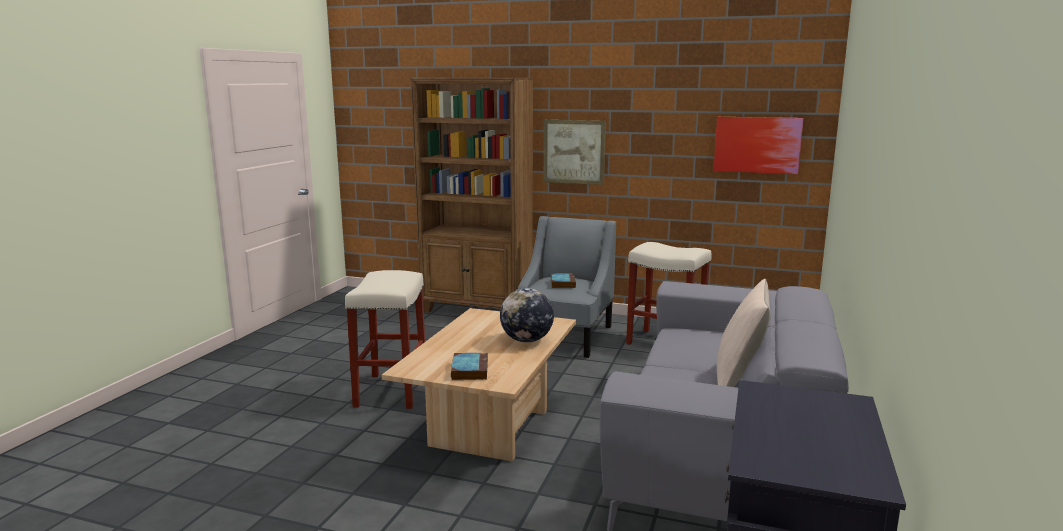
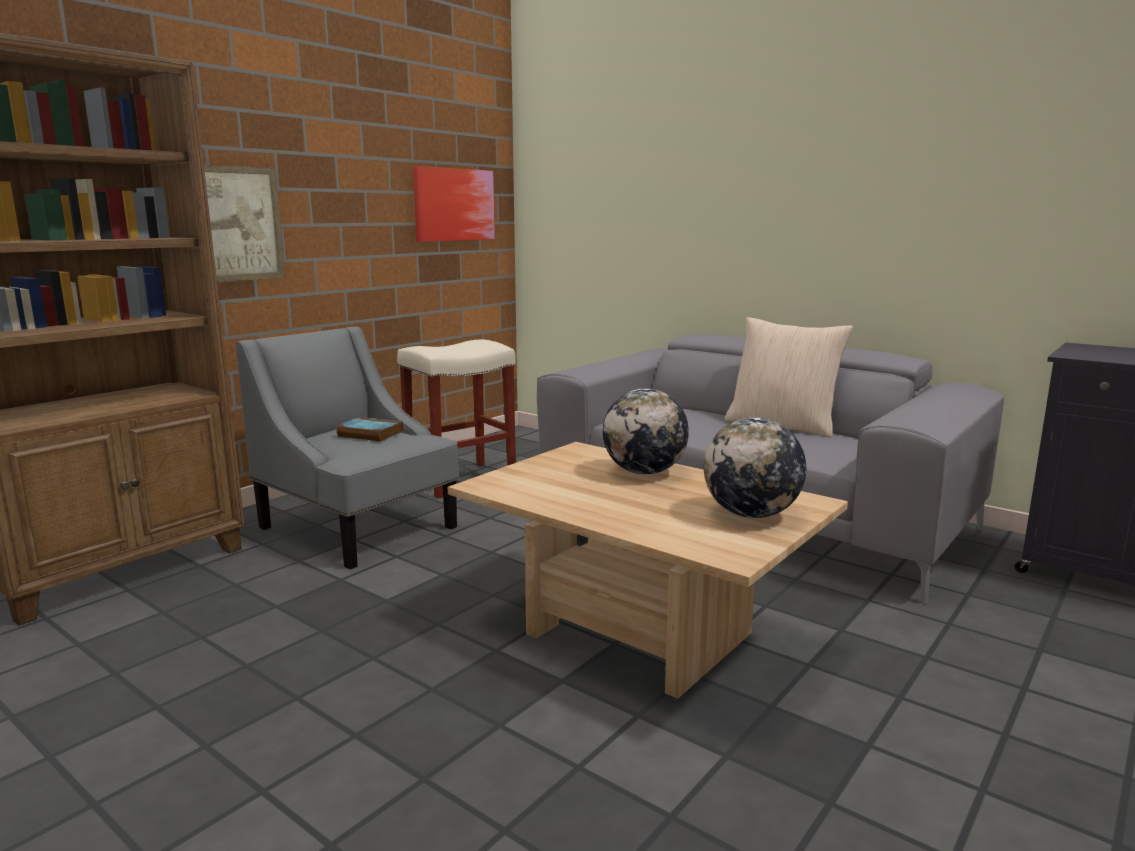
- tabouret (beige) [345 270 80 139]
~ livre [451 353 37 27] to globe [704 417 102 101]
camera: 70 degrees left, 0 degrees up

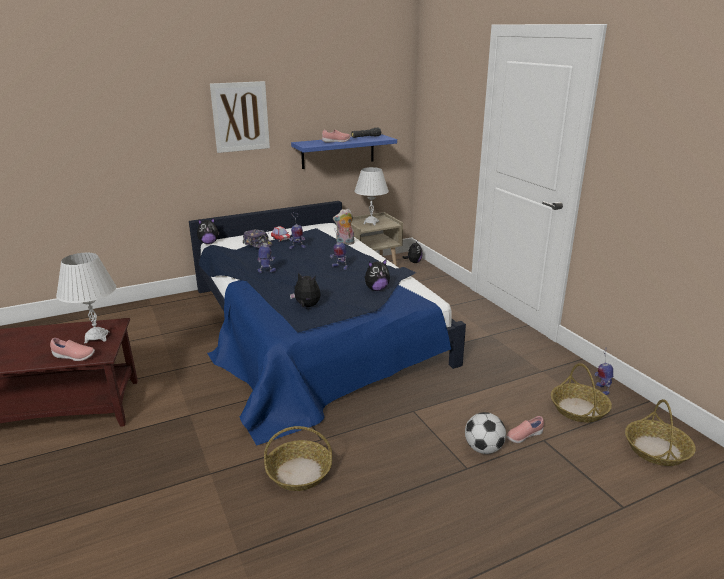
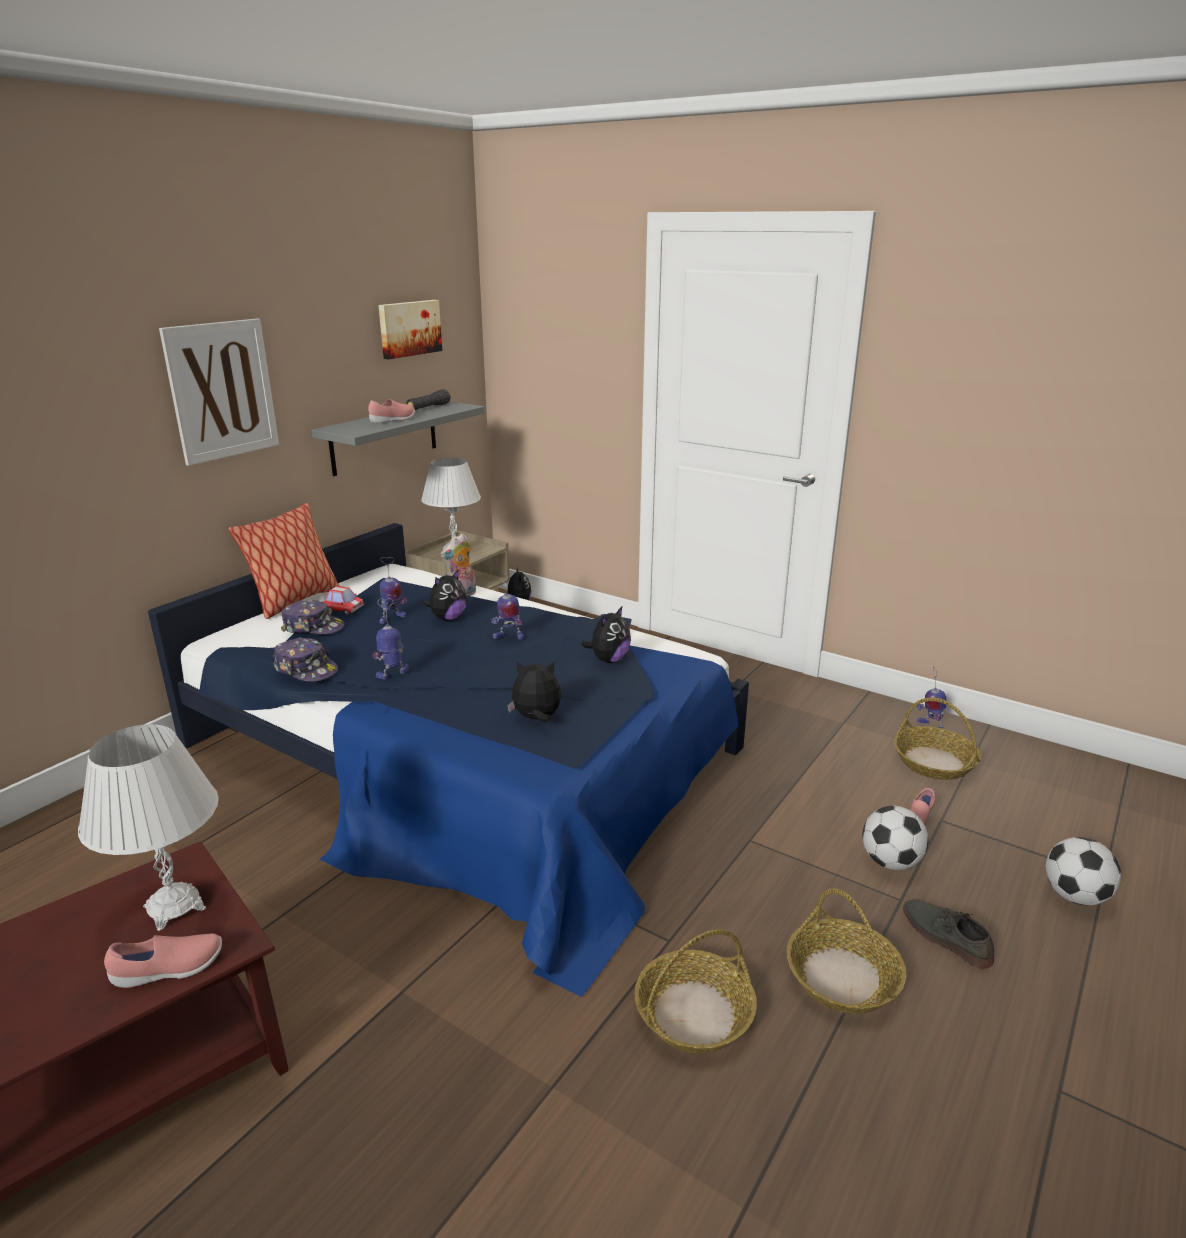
~ étagère (bleu) [291 134 106 35] to étagère (gris) [312 401 173 75]
~ peluche [197 218 23 26] to [424 569 43 52]
~ panier [625 399 71 67] to [787 888 120 126]
+ tableau [378 300 64 59]
+ coussin [228 503 111 116]
+ casquette [273 637 65 45]
+ ballon de foot [1046 837 75 69]
+ chaussure (gris) [903 899 91 70]
camera: 30 degrees left, 0 degrees up

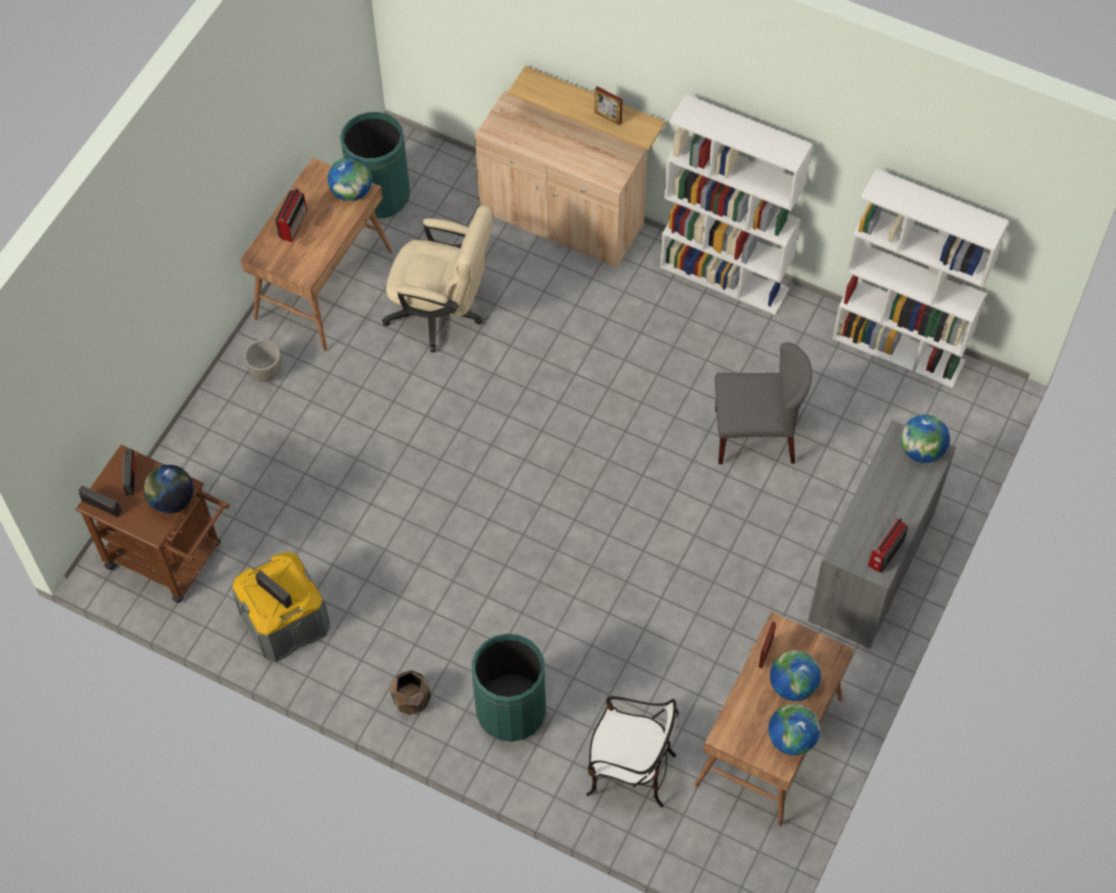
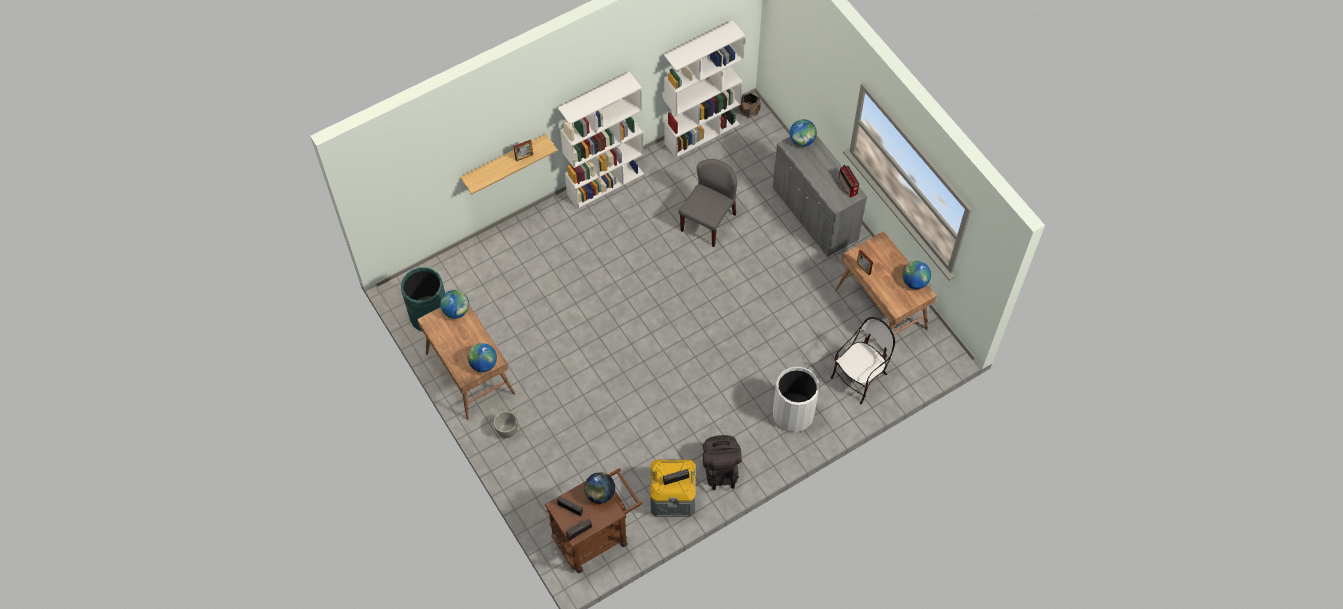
- meuble de rangement (beige) [475 90 172 178]
- radio [275 188 32 54]
- chaise de bureau (beige) [382 205 111 147]
~ poubelle (vert) [472 633 74 109] to poubelle (blanc) [773 366 46 66]
~ globe [770 650 51 51] to [468 343 29 29]
~ cache-pot (marron) [390 670 41 45] to [739 93 22 25]
+ sac à dos (noir) [703 435 39 55]
camera: 60 degrees left, 0 degrees up

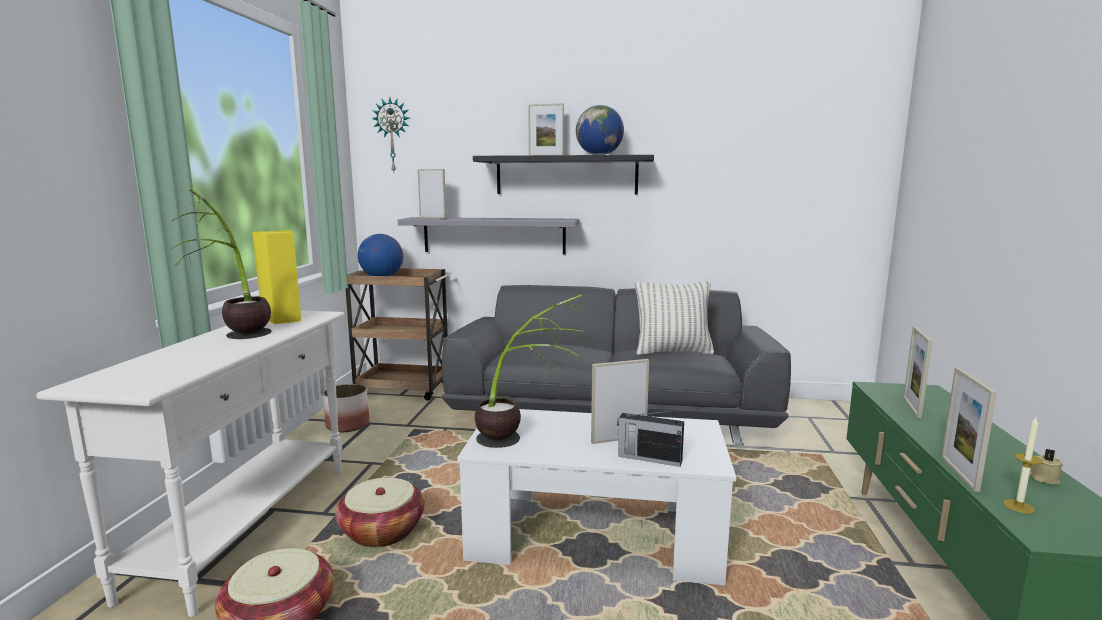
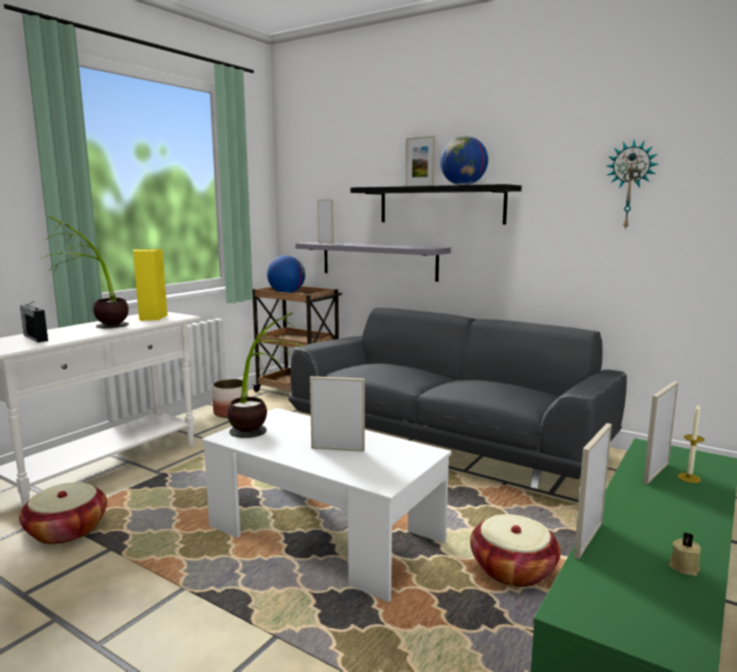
~ horloge murale [372 97 38 75] to [607 139 51 92]
- coussin [635 281 79 74]
~ radio [617 411 67 56] to [20 301 28 42]
~ bougie [1003 417 39 97] to [677 404 28 79]
~ panier [335 478 90 70] to [470 514 91 73]
camera: 25 degrees right, 0 degrees up

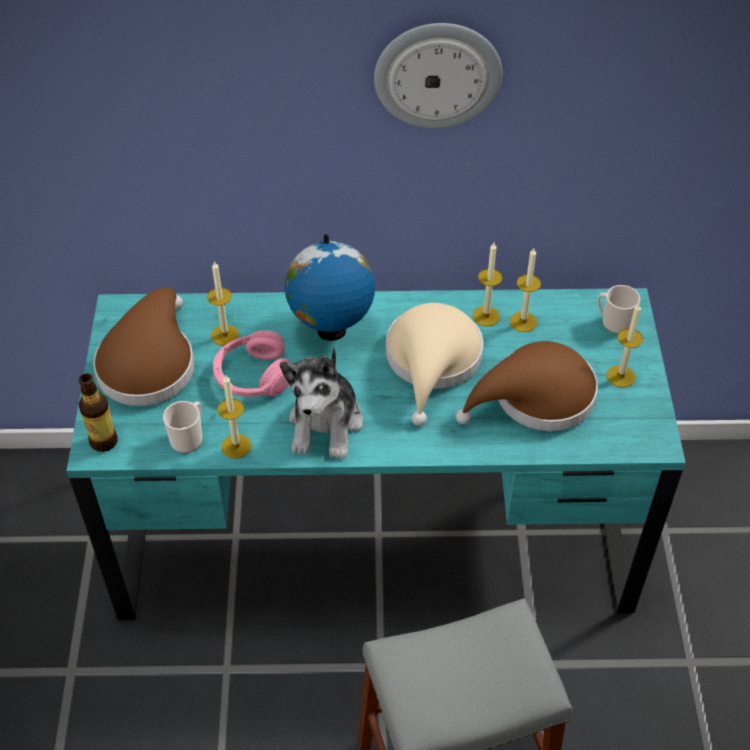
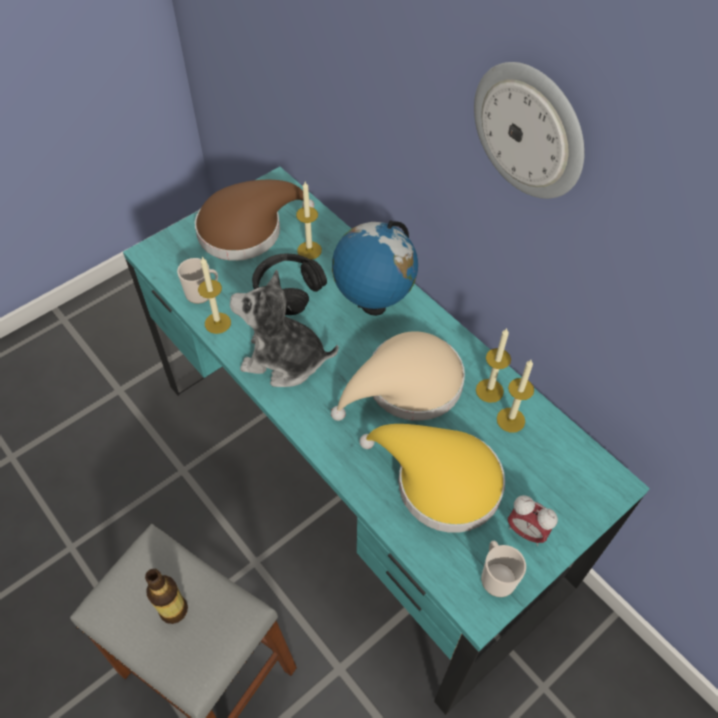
~ mug [598 285 42 49] to [481 541 45 56]
~ bougie [606 304 37 84] to réveil [508 495 50 51]
~ casque audio (rose) [213 330 76 67] to casque audio (noir) [252 254 75 61]
~ chapeau (marron) [456 341 142 90] to chapeau (jaune) [359 424 146 109]
~ peluche [280 348 83 112] = [230 270 109 117] 45 degrees clockwise
~ bouteille [79 373 39 79] to [145 569 43 55]
camera: 50 degrees right, 5 degrees up

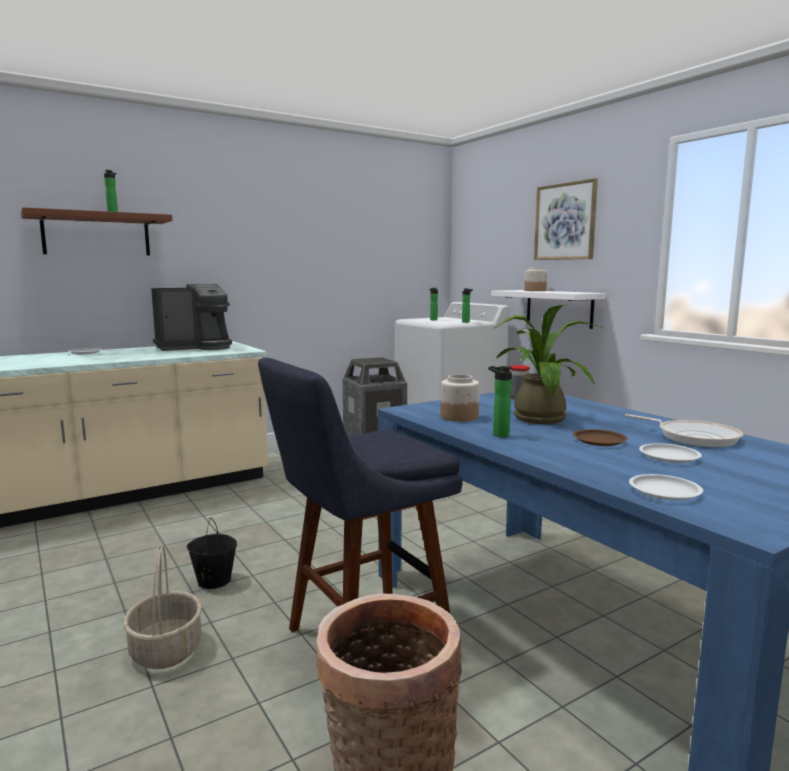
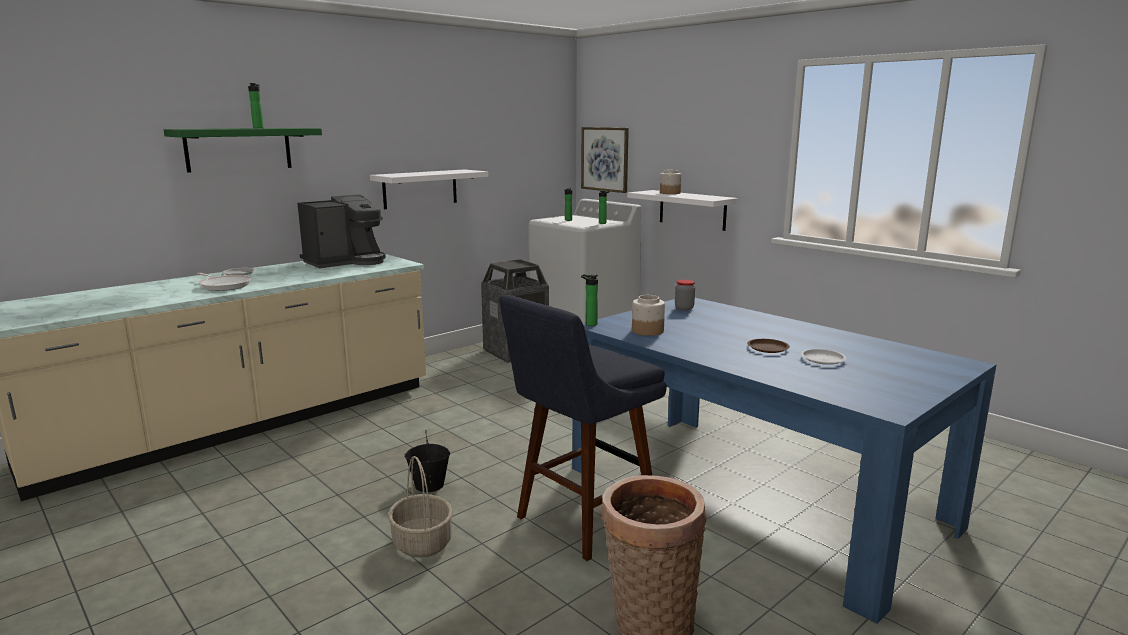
~ tableau [534 178 64 82] to [581 127 48 66]
~ étagère (marron) [21 207 151 49] to étagère (vert) [164 128 158 45]
- plante en pot [493 304 109 120]
~ bouteille [488 366 24 72] to [581 274 17 52]
~ poêle [625 414 118 33] to [197 273 55 18]
- assiette (blanc) [629 474 74 26]
+ étagère (blanc) [370 169 118 40]
camera: 10 degrees left, 5 degrees up

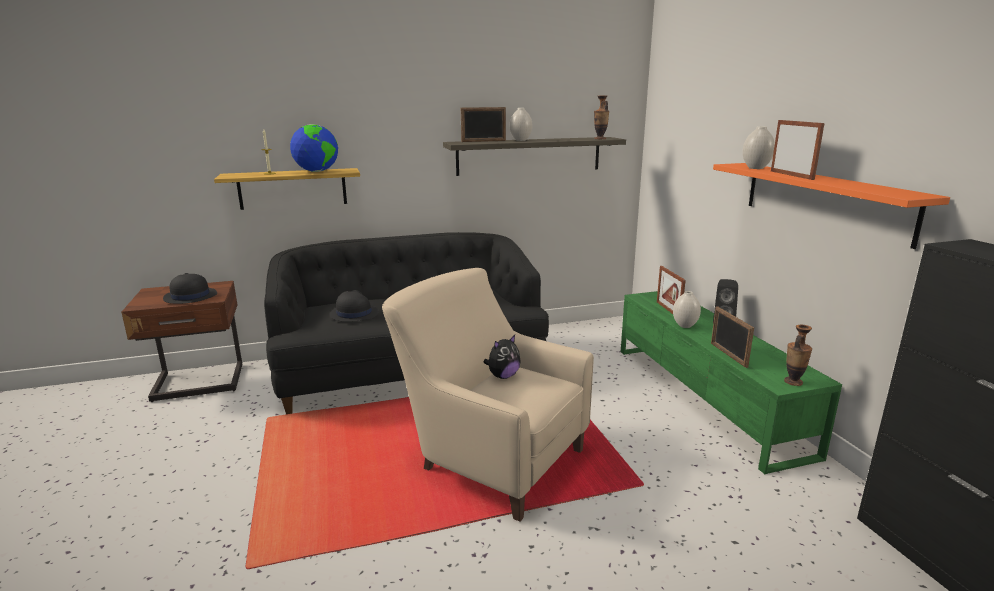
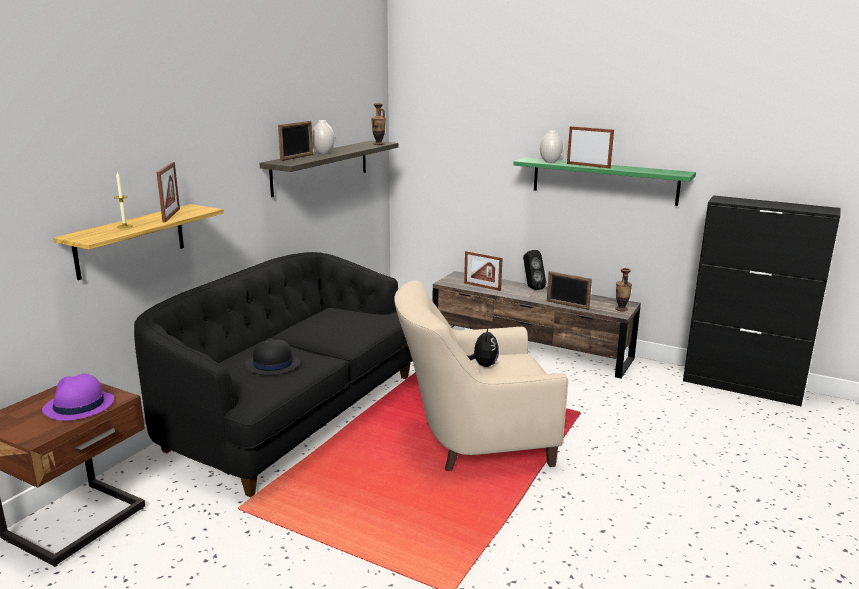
~ globe [290 124 48 48] to cadre photo [157 162 23 61]
~ étagère (orange) [713 163 237 86] to étagère (vert) [513 158 183 48]
~ chapeau (noir) [163 273 54 31] to chapeau (violet) [42 374 72 47]
~ meuble télé (vert) [621 291 221 183] to meuble télé (marron) [433 271 208 108]
- vase (blanc) [673 291 28 37]
camera: 45 degrees left, 0 degrees up

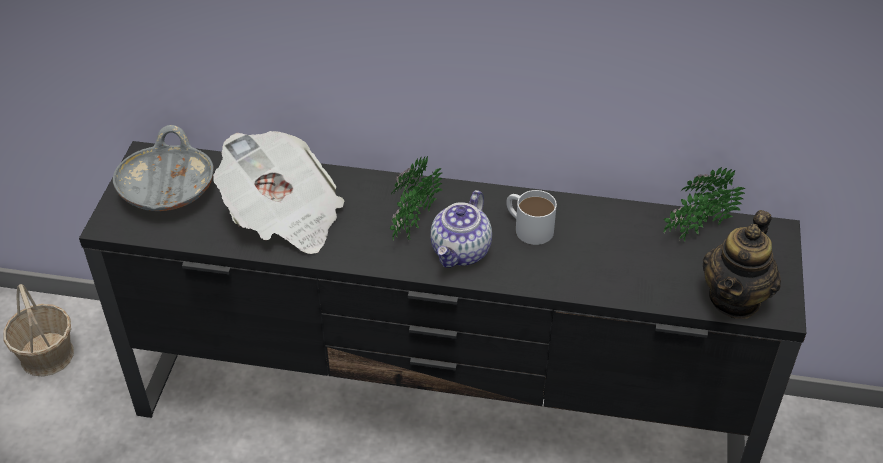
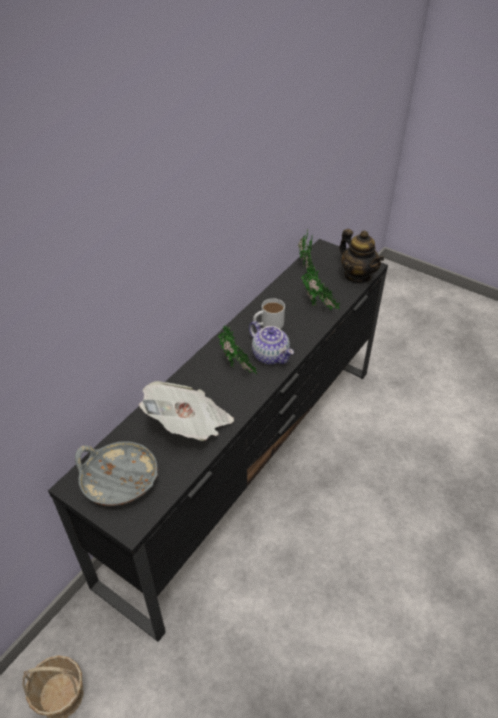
+ plante en pot [301 267 39 43]
camera: 65 degrees left, 0 degrees up

